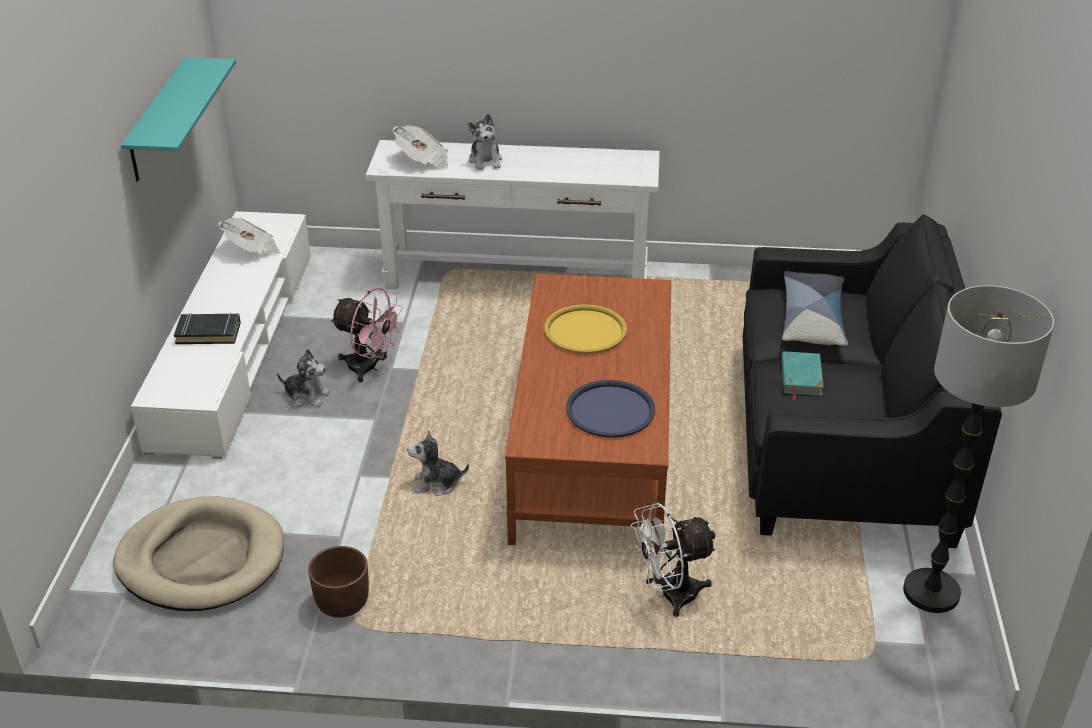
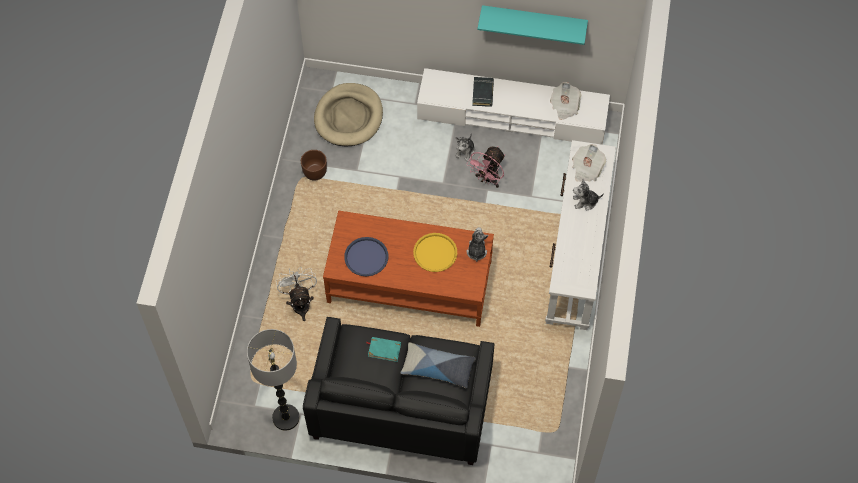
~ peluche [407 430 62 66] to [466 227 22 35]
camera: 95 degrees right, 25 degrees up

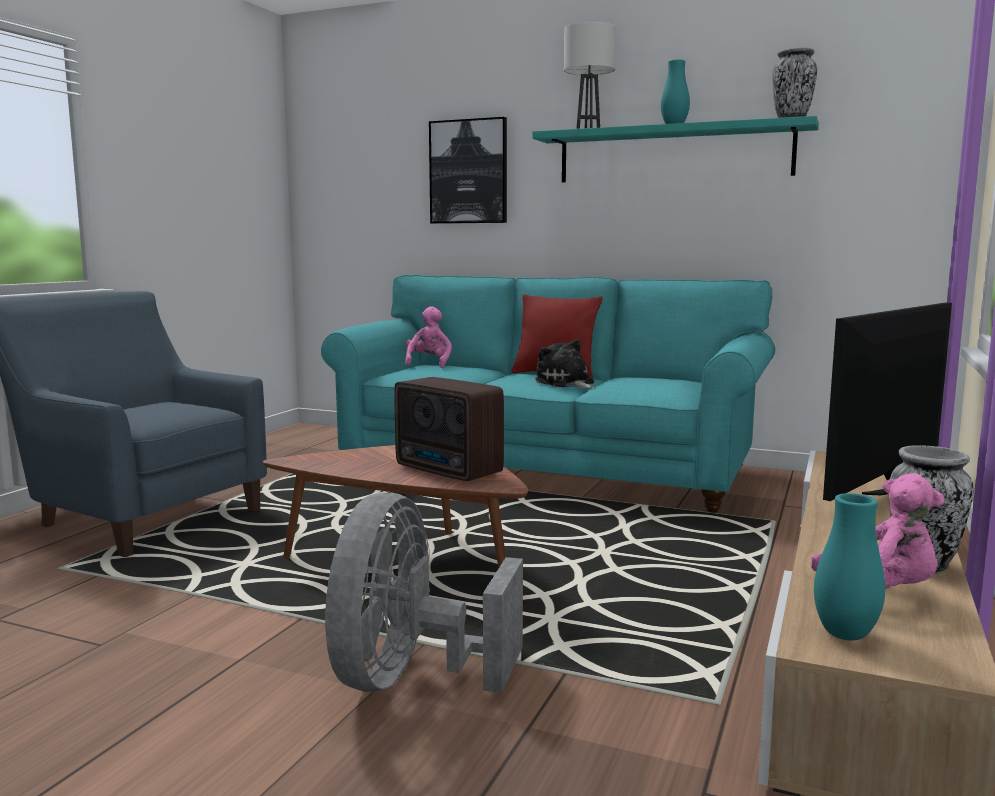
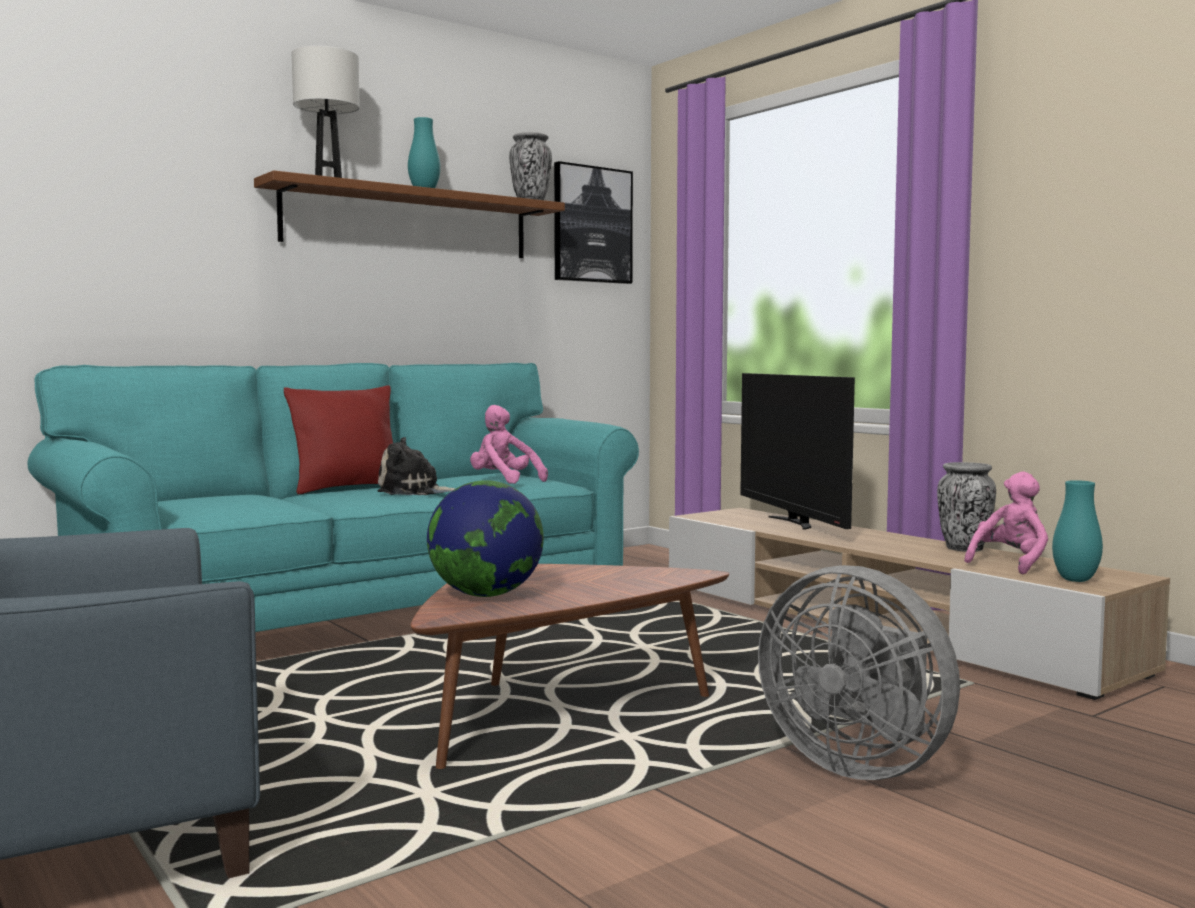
~ étagère (turquoise) [532 116 287 66] to étagère (marron) [254 170 311 88]
~ tableau [429 117 78 107] to [554 161 79 123]
~ peluche (rose) [405 306 47 62] to [470 405 78 79]
- radio [394 377 110 104]
+ globe [427 480 117 117]
camera: 60 degrees left, 5 degrees down

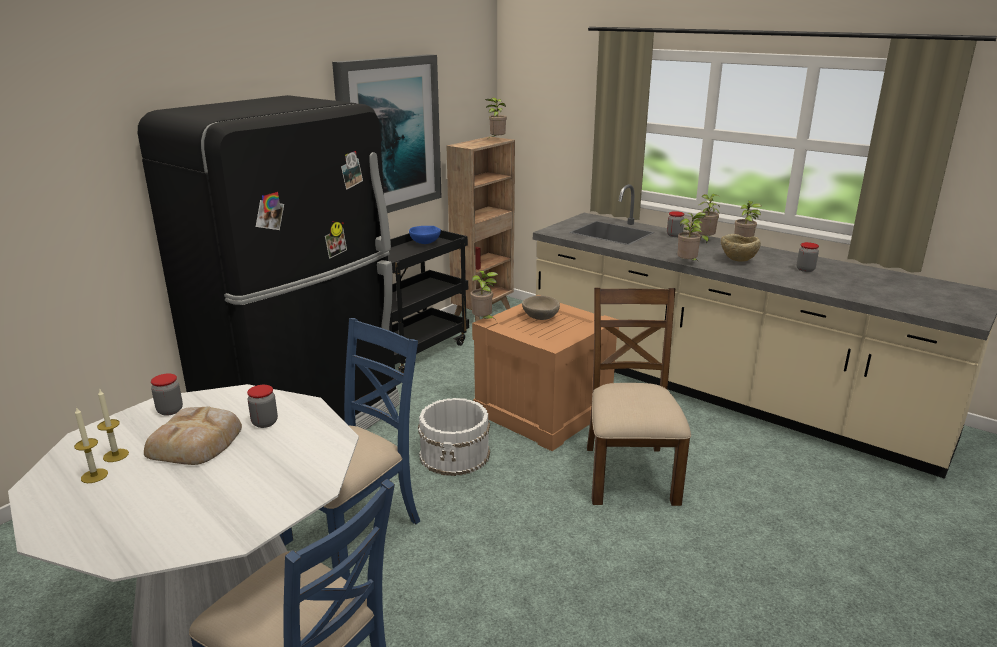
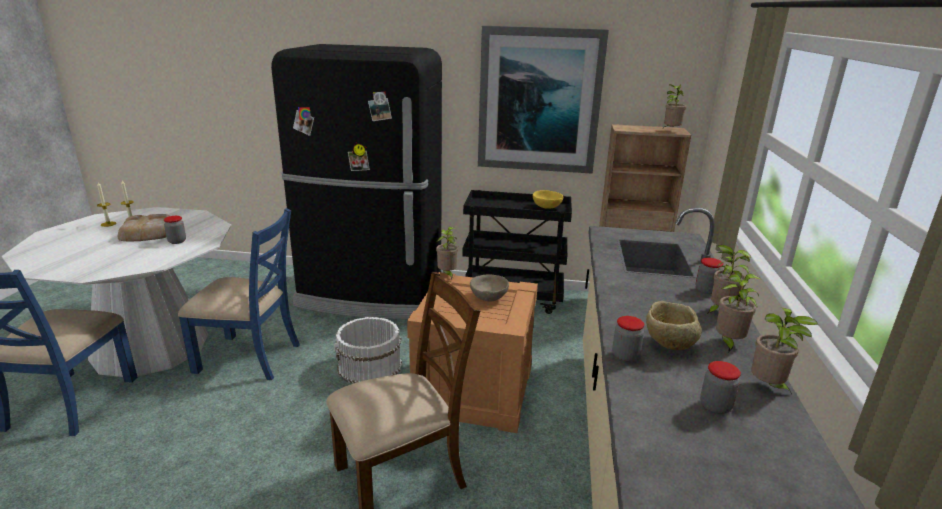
~ plante en pot [677 212 29 49] to [751 307 67 87]
~ bol (bleu) [409 226 32 18] to bol (jaune) [533 190 30 19]
~ bocal [151 373 32 43] to [612 316 32 46]
camera: 60 degrees right, 0 degrees up

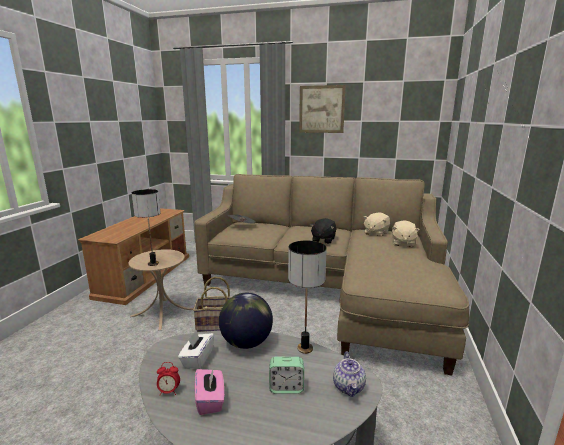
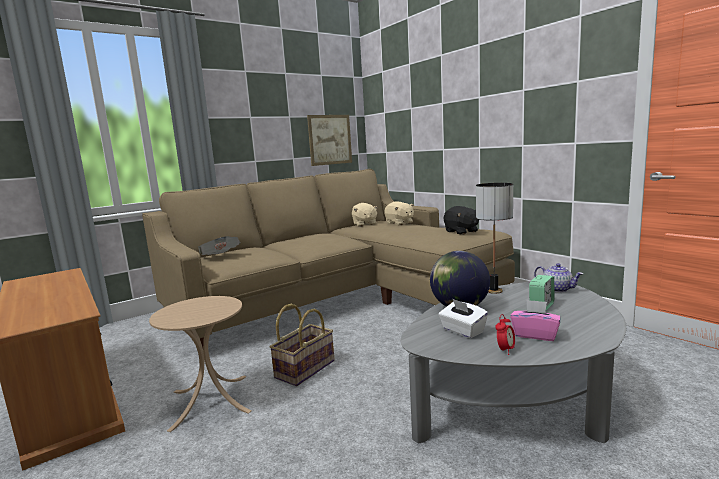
~ tableau [299 85 47 48] to [307 115 45 51]
- lampe de table [132 189 29 77]
~ peluche (noir) [310 218 26 26] to [443 206 36 29]
camera: 50 degrees left, 5 degrees down

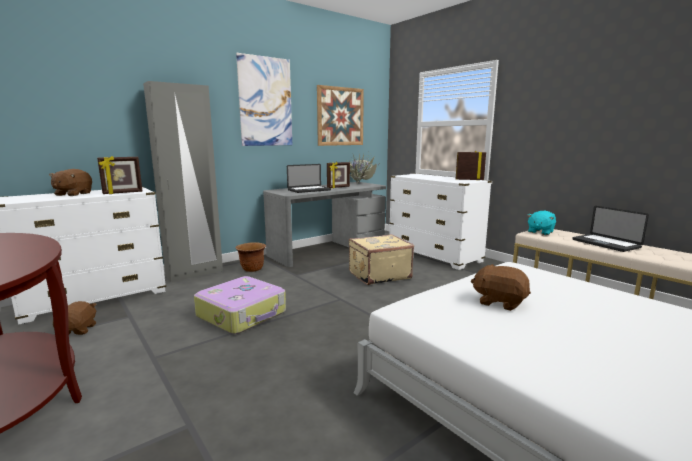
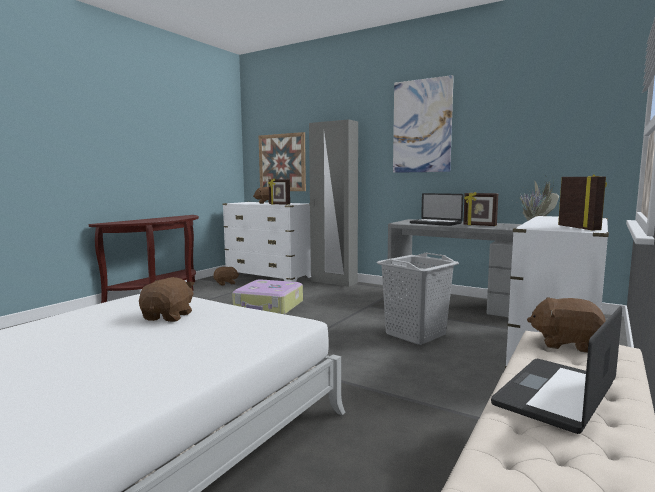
~ tableau [317 85 47 61] to [259 132 47 59]
~ peluche (turquoise) [527 211 29 24] to peluche (marron) [527 297 79 56]
~ valise (beige) [349 234 65 51] to panier à linge (gris) [377 253 82 92]
- cache-pot (marron) [236 242 30 30]
camera: 70 degrees right, 5 degrees down

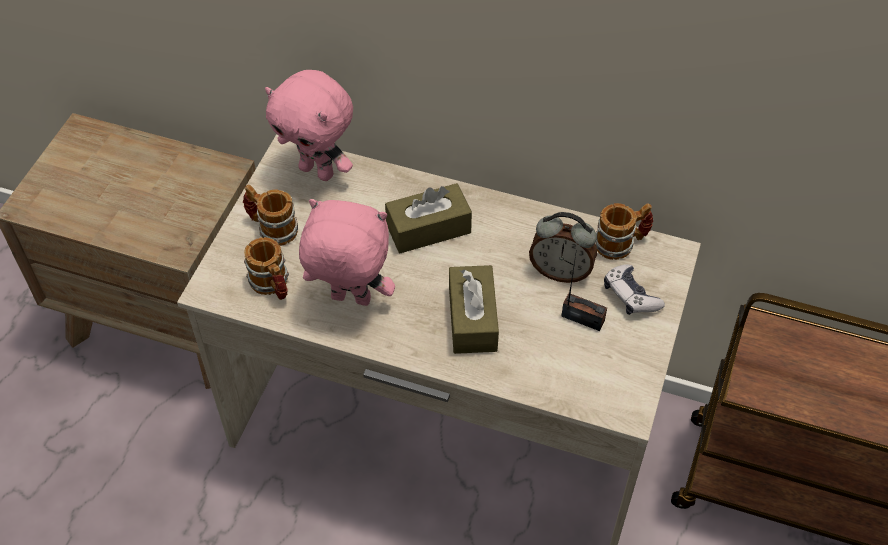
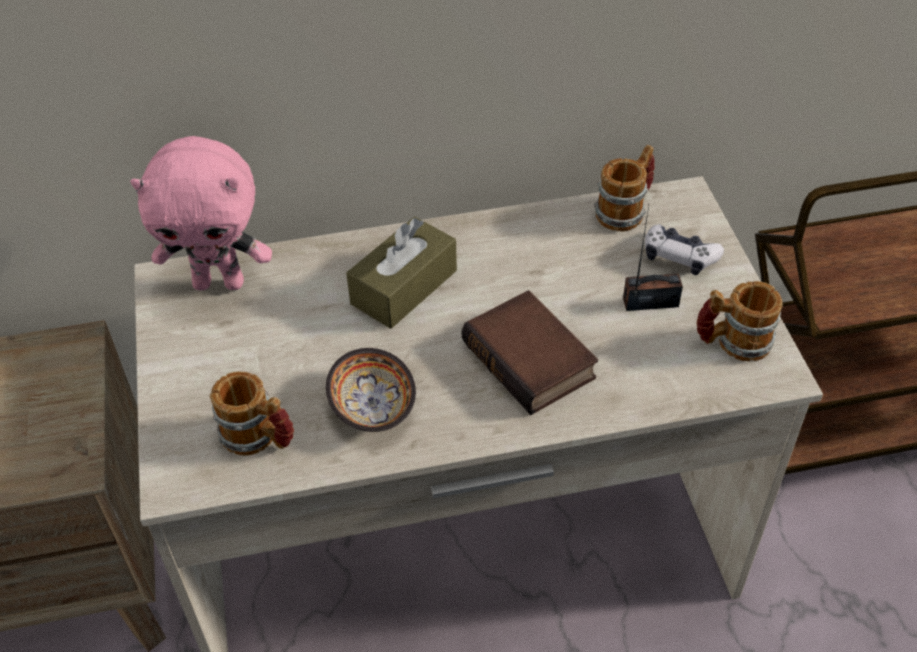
~ mug [243 185 55 61] to [697 281 86 80]
~ peluche (rose) [299 199 96 107] to bol [326 348 90 84]
- réveil [529 212 68 71]
~ boîte à mouchoirs (marron) [449 265 50 89] to livre [462 290 136 125]
camera: 30 degrees left, 5 degrees down

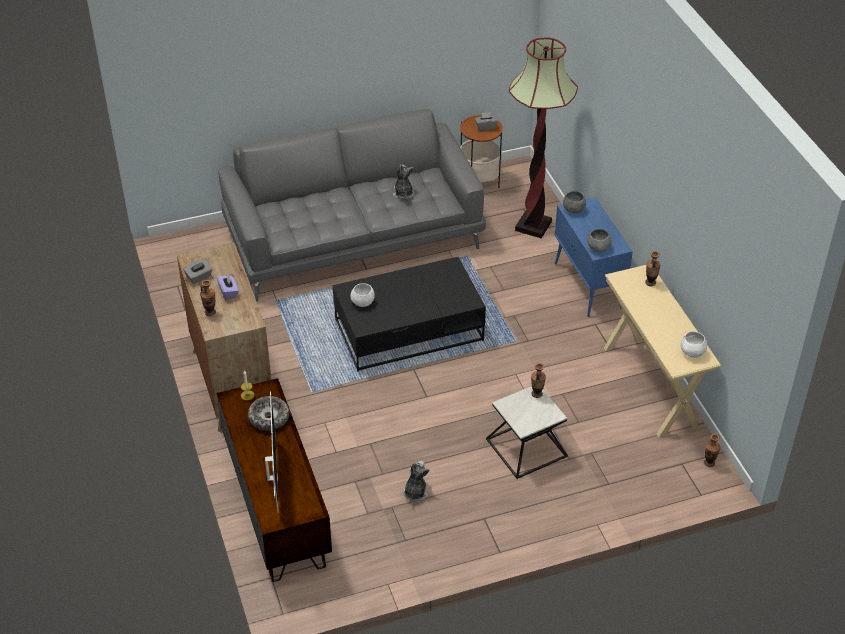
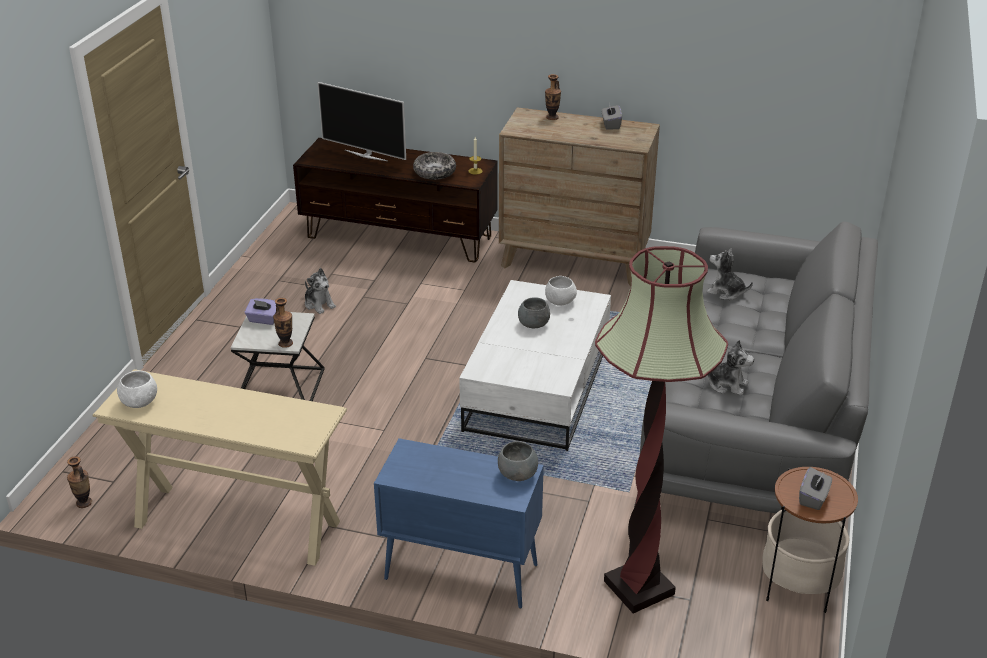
~ bol (gris) [587 229 24 23] to [518 297 32 31]
- vase [645 251 15 35]
~ table basse (noir) [333 257 153 114] to table basse (blanc) [459 280 152 171]
~ boîte à mouchoirs (violet) [217 274 22 26] to [245 298 31 27]
+ peluche [707 248 46 52]
camera: 125 degrees right, 10 degrees down

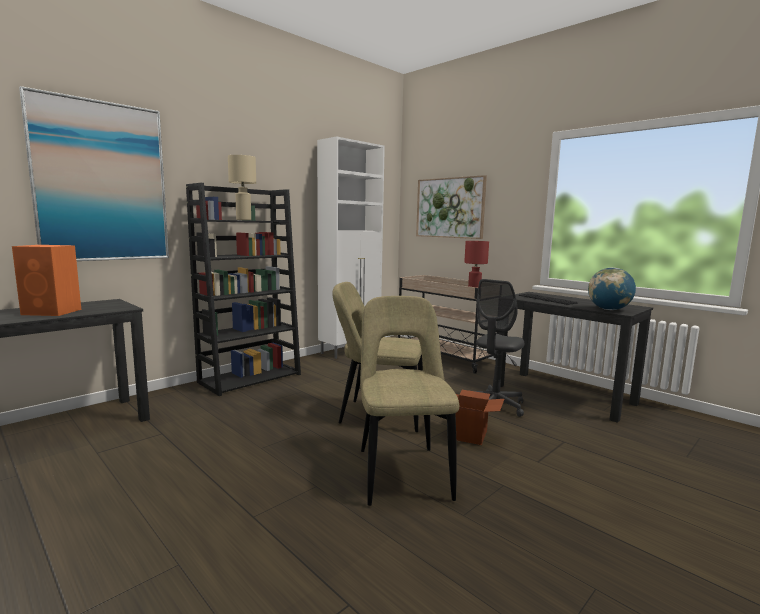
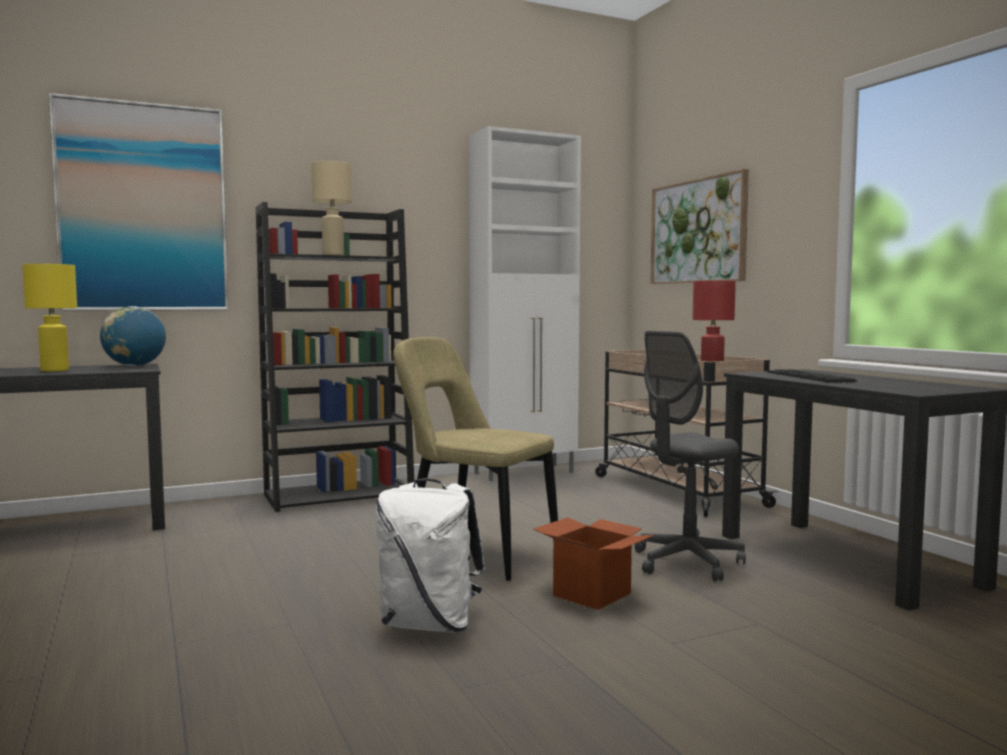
~ enceinte (orange) [12 245 69 71] to lampe de table (jaune) [22 264 55 108]
~ globe [588 268 48 42] to [100 306 66 60]
~ chaise (beige) [360 296 99 210] to sac à dos (blanc) [376 478 109 154]
camera: 20 degrees right, 5 degrees down

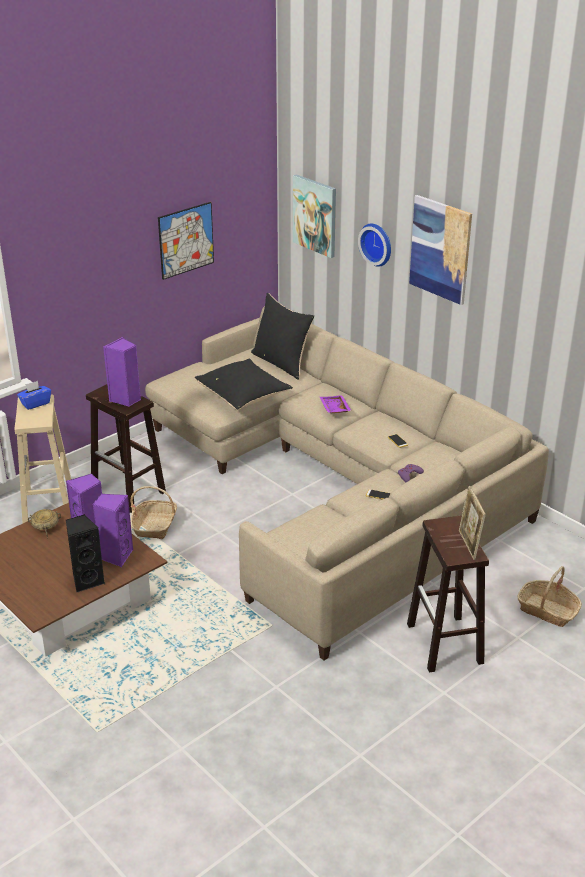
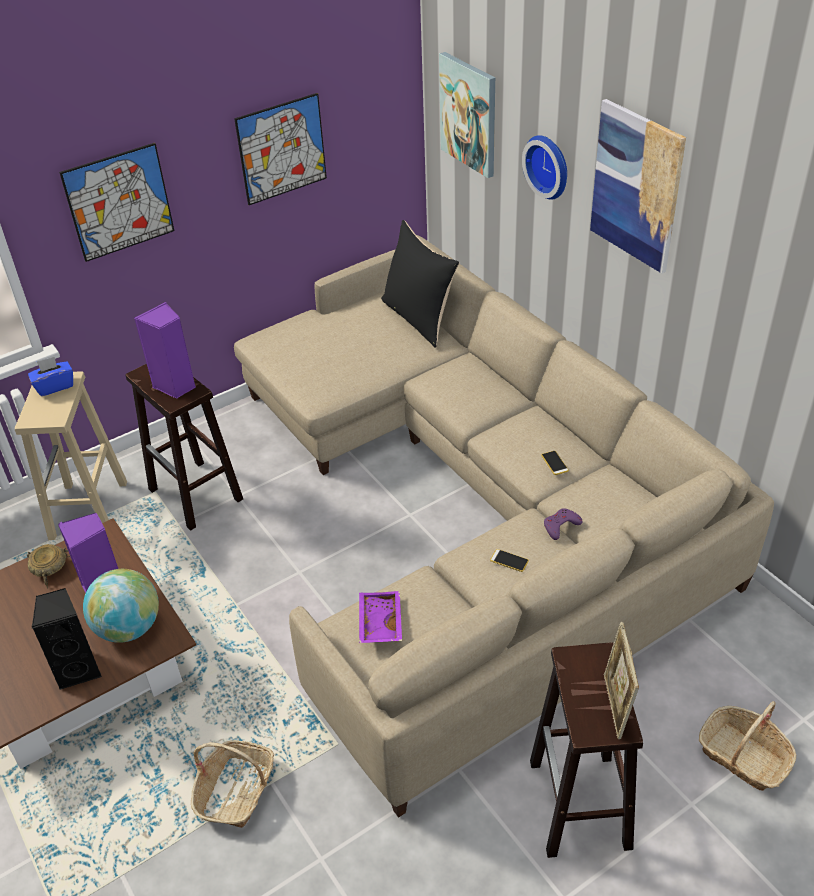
- coussin (noir) [195 359 98 51]
~ plateau (violet) [320 395 31 18] to [359 591 43 52]
~ panier [131 486 46 53] to [191 740 83 88]
~ enceinte (violet) [93 494 40 73] to globe [83 569 76 74]
+ tableau [59 143 116 119]
camera: 10 degrees right, 10 degrees up

